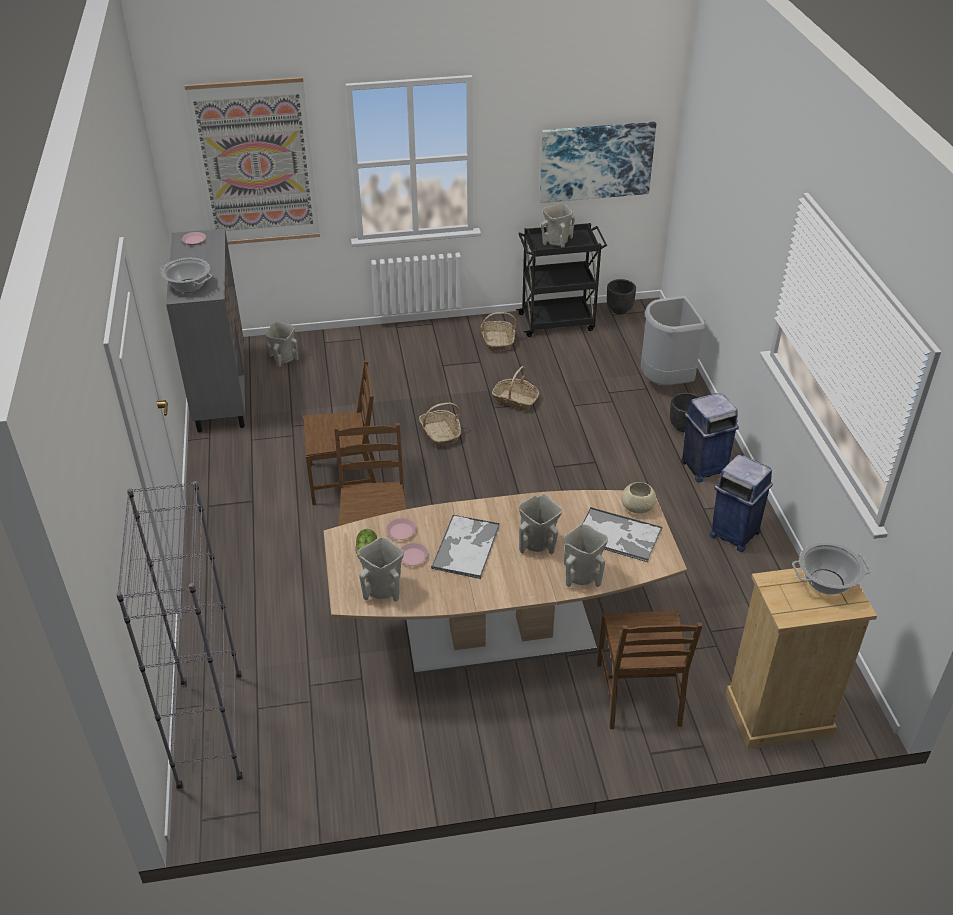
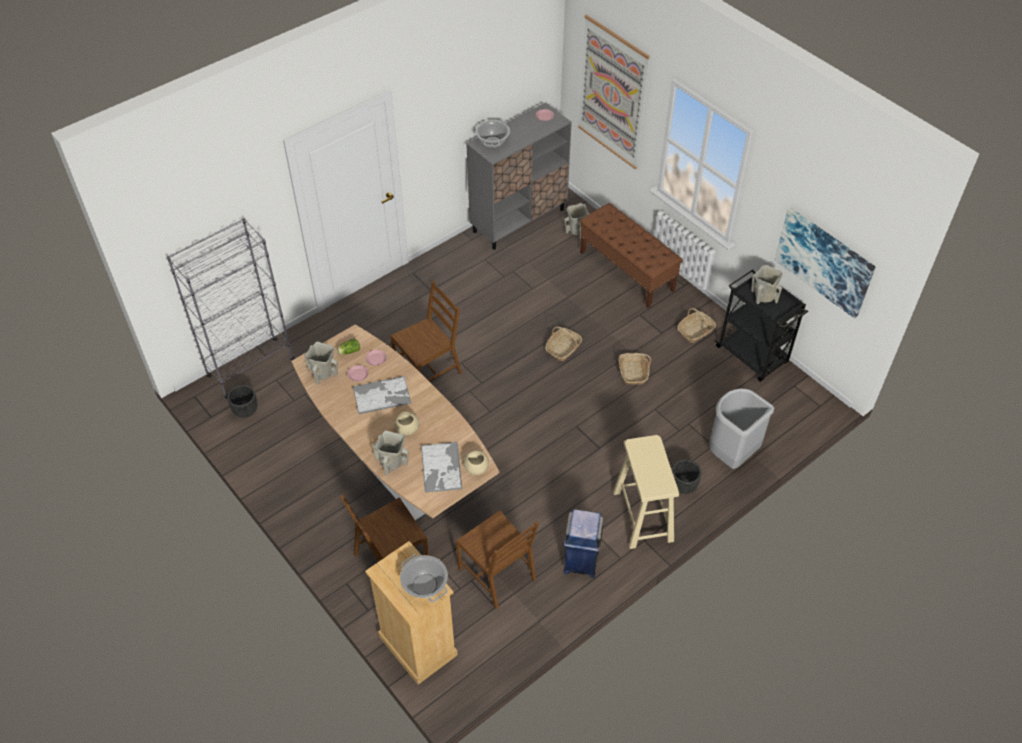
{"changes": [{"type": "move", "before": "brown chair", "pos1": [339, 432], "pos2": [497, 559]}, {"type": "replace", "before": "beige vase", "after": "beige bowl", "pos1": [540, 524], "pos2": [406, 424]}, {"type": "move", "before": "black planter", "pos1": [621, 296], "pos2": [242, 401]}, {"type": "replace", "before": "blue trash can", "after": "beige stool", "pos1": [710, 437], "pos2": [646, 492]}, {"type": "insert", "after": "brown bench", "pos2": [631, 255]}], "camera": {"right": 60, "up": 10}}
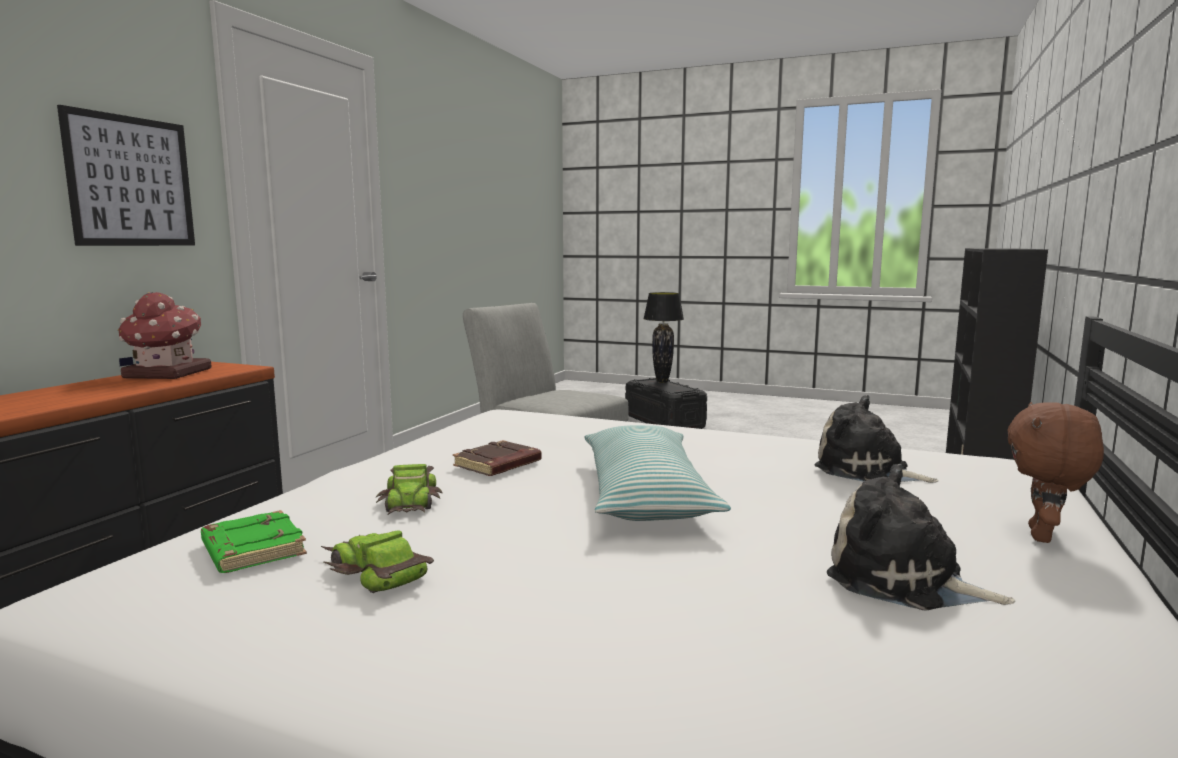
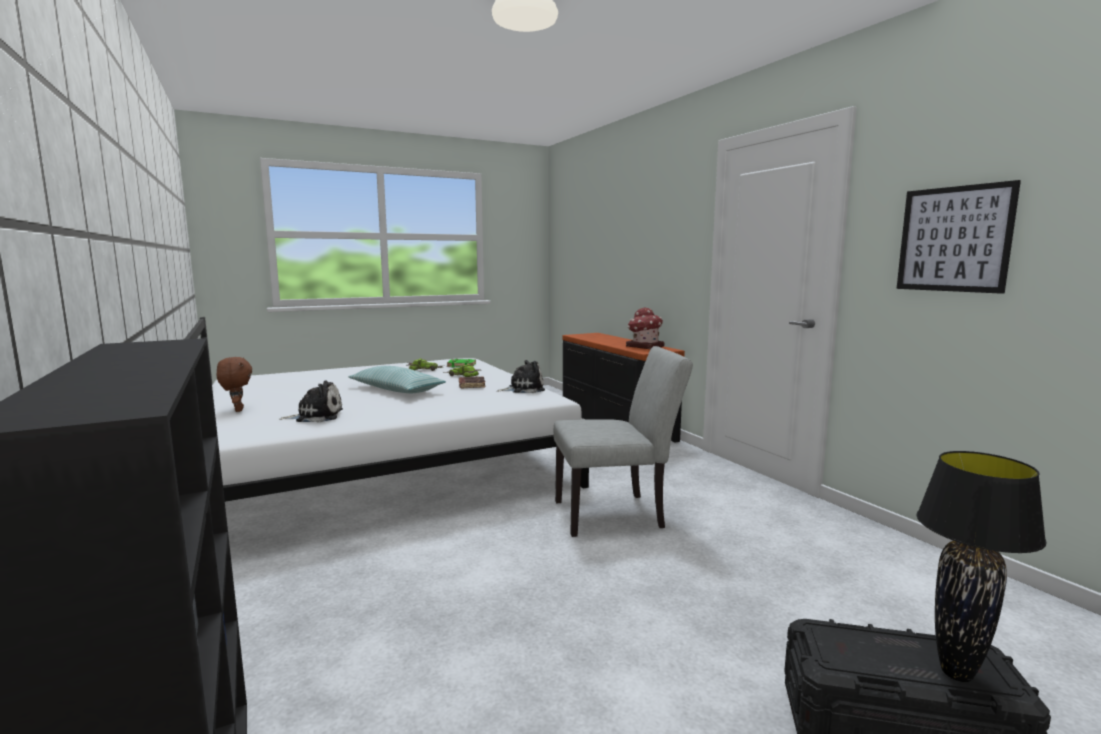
{"changes": [{"type": "move", "before": "picture", "pos1": [126, 175], "pos2": [958, 237]}, {"type": "move", "before": "plush toy", "pos1": [921, 537], "pos2": [521, 376]}], "camera": {"right": 130, "up": 0}}
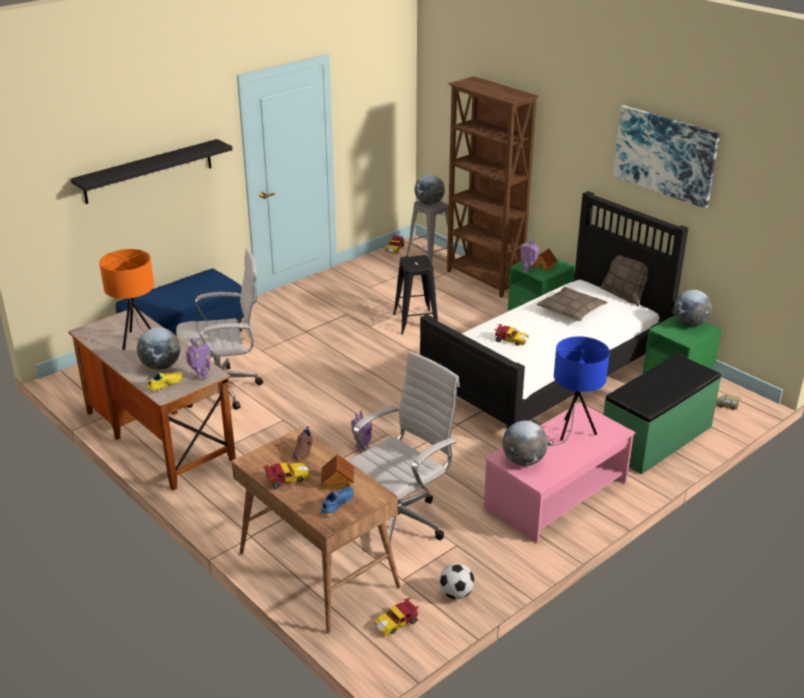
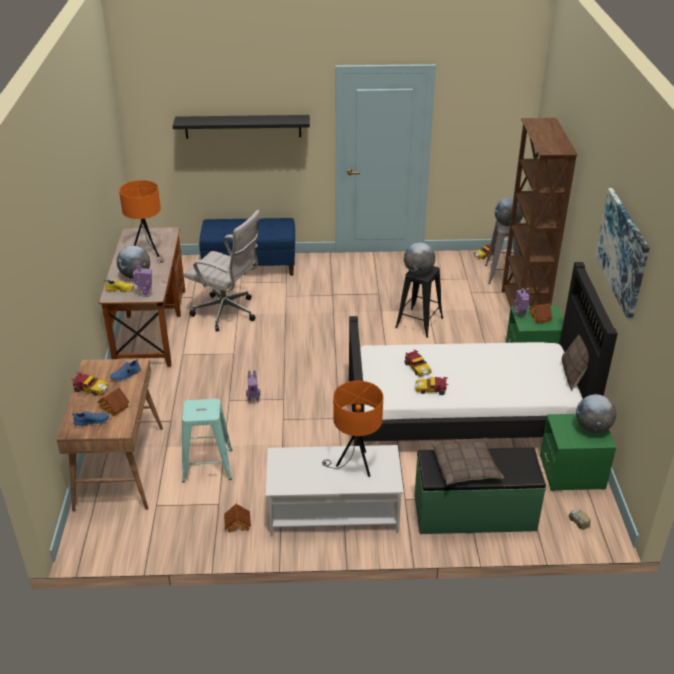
{"changes": [{"type": "recolor", "before": "brown shoe", "after": "blue shoe", "pos1": [303, 443], "pos2": [125, 370]}, {"type": "replace", "before": "white office chair", "after": "turquoise stool", "pos1": [403, 446], "pos2": [207, 441]}, {"type": "move", "before": "toy car", "pos1": [395, 617], "pos2": [432, 386]}, {"type": "delete", "before": "football", "pos1": [456, 581]}, {"type": "recolor", "before": "pink coffee table", "after": "white coffee table", "pos1": [559, 473], "pos2": [335, 490]}, {"type": "move", "before": "globe", "pos1": [525, 443], "pos2": [419, 258]}, {"type": "move", "before": "pillow", "pos1": [572, 304], "pos2": [467, 461]}, {"type": "recolor", "before": "blue table lamp", "after": "orange table lamp", "pos1": [579, 391], "pos2": [352, 429]}, {"type": "insert", "after": "toy house", "pos2": [237, 518]}], "camera": {"right": 40, "up": 5}}
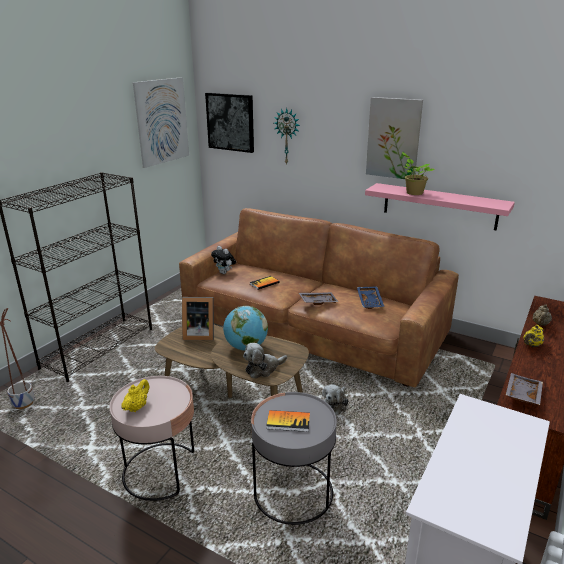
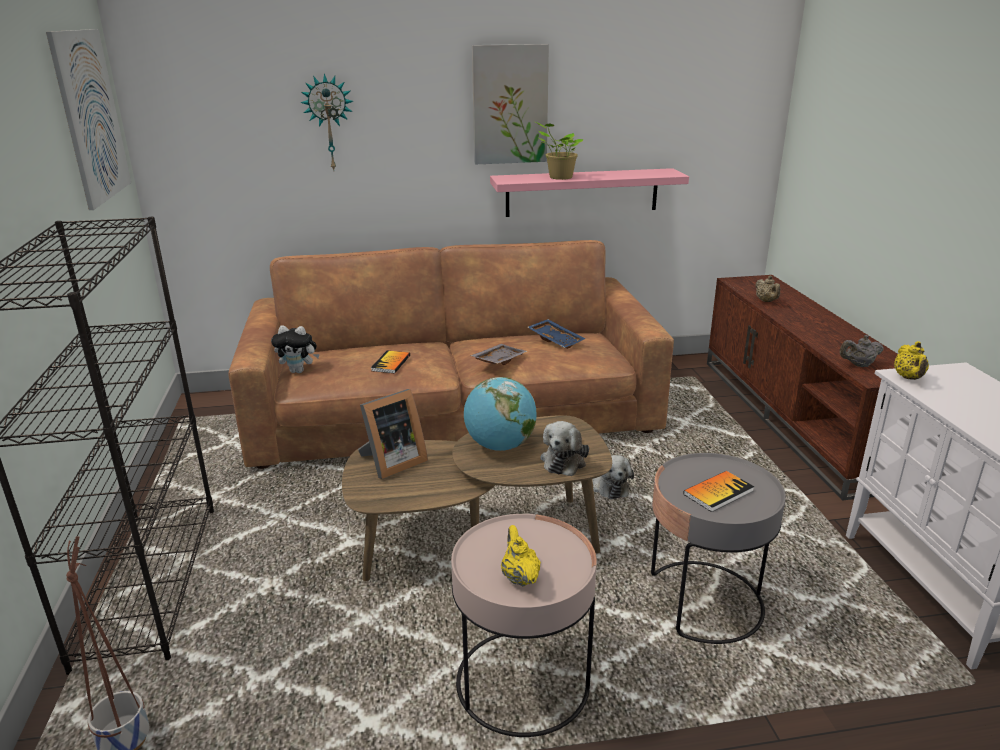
{"changes": [{"type": "delete", "before": "picture", "pos1": [229, 123]}, {"type": "replace", "before": "grey tray", "after": "grey teapot", "pos1": [524, 389], "pos2": [862, 351]}, {"type": "move", "before": "yellow teapot", "pos1": [533, 336], "pos2": [911, 360]}], "camera": {"right": -40, "up": 0}}
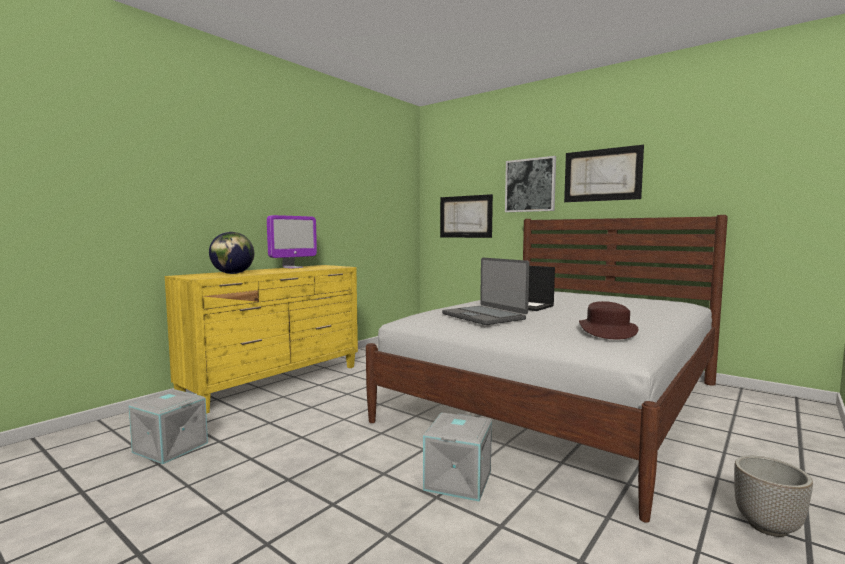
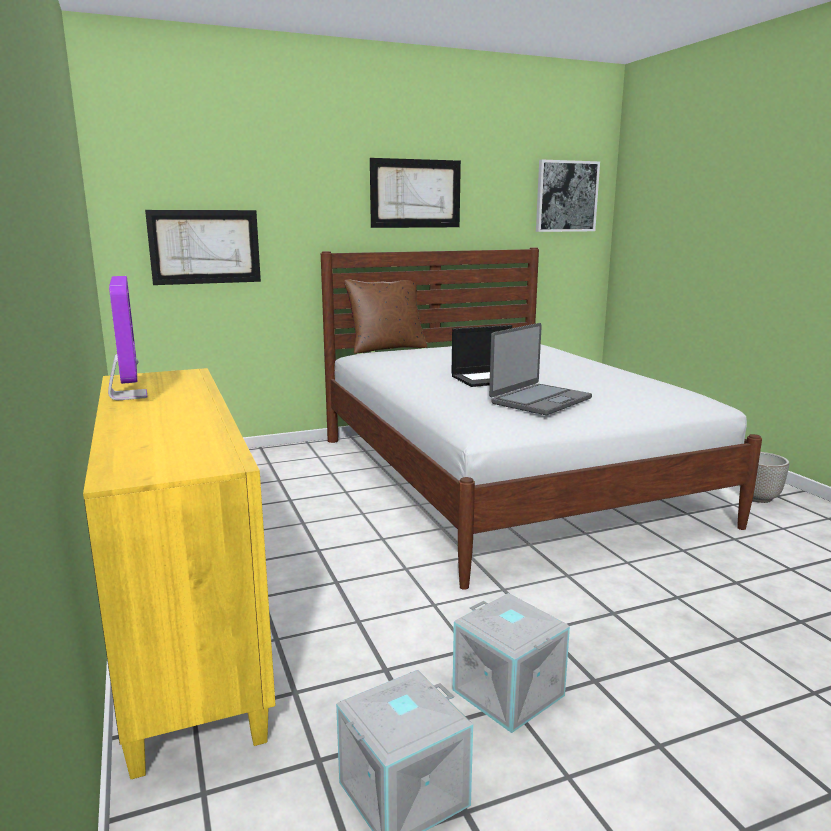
{"changes": [{"type": "delete", "before": "globe", "pos1": [231, 253]}, {"type": "move", "before": "grey storage box", "pos1": [457, 457], "pos2": [511, 663]}, {"type": "rotate", "before": "laptop", "pos1": [485, 291], "pos2": [540, 369], "turn": -45}, {"type": "move", "before": "picture", "pos1": [530, 184], "pos2": [568, 196]}, {"type": "delete", "before": "brown hat", "pos1": [609, 320]}, {"type": "insert", "after": "brown pillow", "pos2": [386, 316]}], "camera": {"right": -60, "up": 10}}
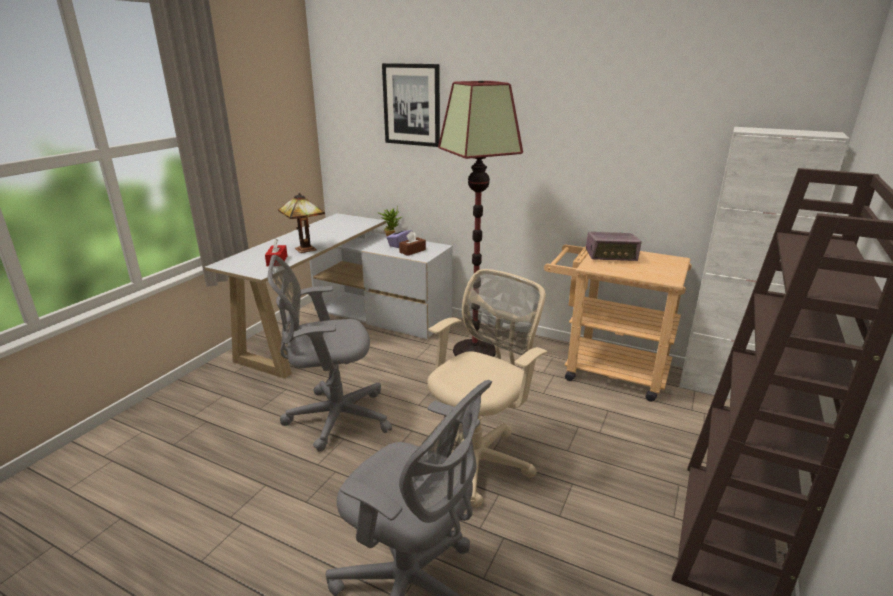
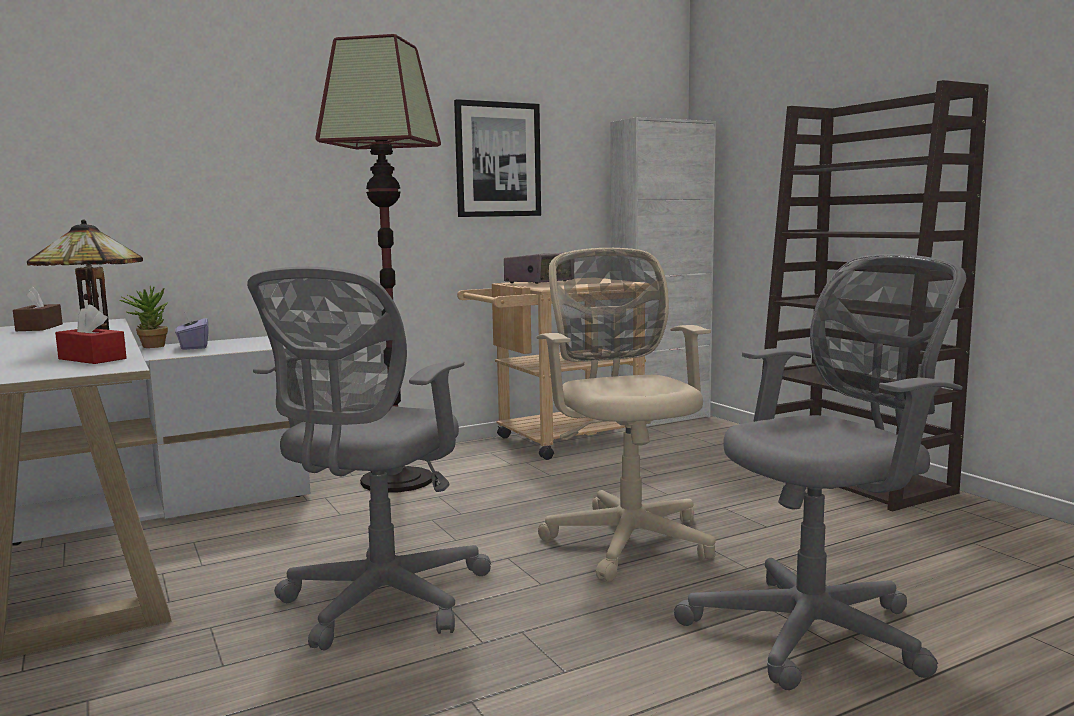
{"changes": [{"type": "move", "before": "picture", "pos1": [411, 105], "pos2": [497, 158]}, {"type": "move", "before": "brown tissue box", "pos1": [412, 243], "pos2": [38, 309]}], "camera": {"right": -55, "up": -15}}
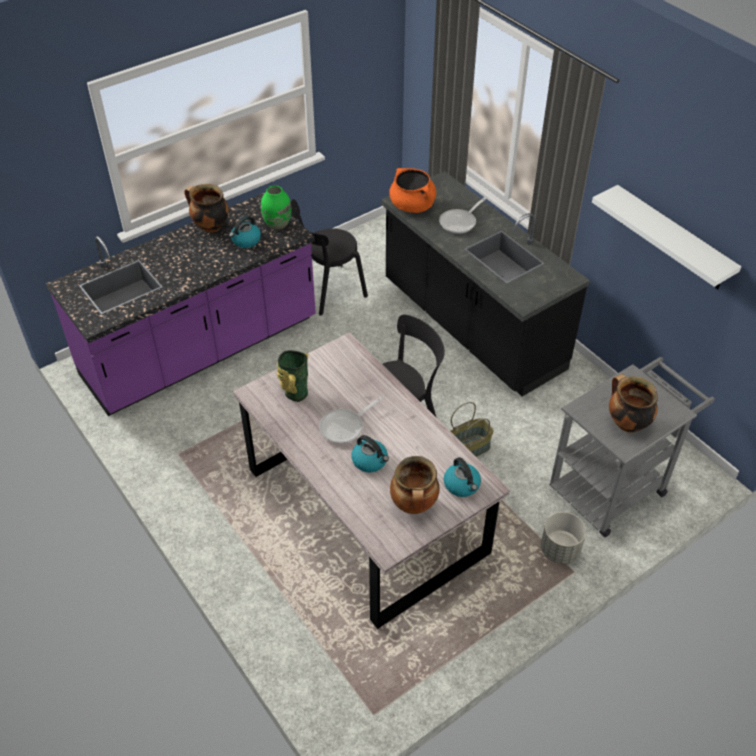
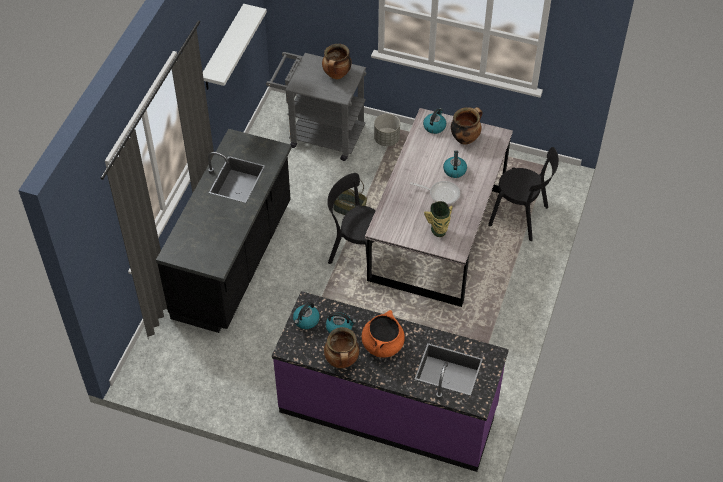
{"changes": [{"type": "replace", "before": "green vase", "after": "kettle", "pos1": [276, 207], "pos2": [306, 315]}, {"type": "move", "before": "black chair", "pos1": [329, 257], "pos2": [523, 194]}, {"type": "move", "before": "orange cooking pot", "pos1": [412, 190], "pos2": [383, 334]}, {"type": "delete", "before": "frying pan", "pos1": [462, 215]}], "camera": {"right": -125, "up": 5}}
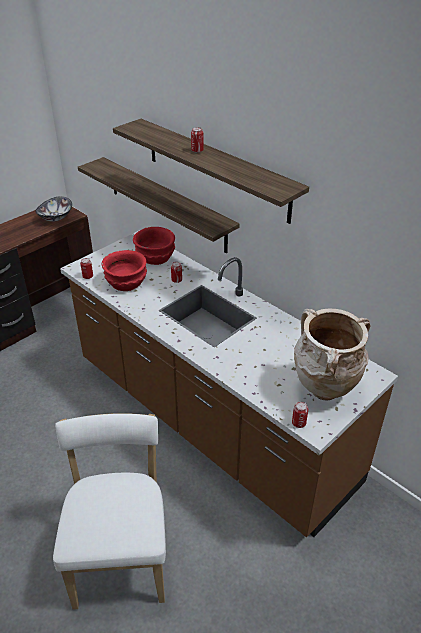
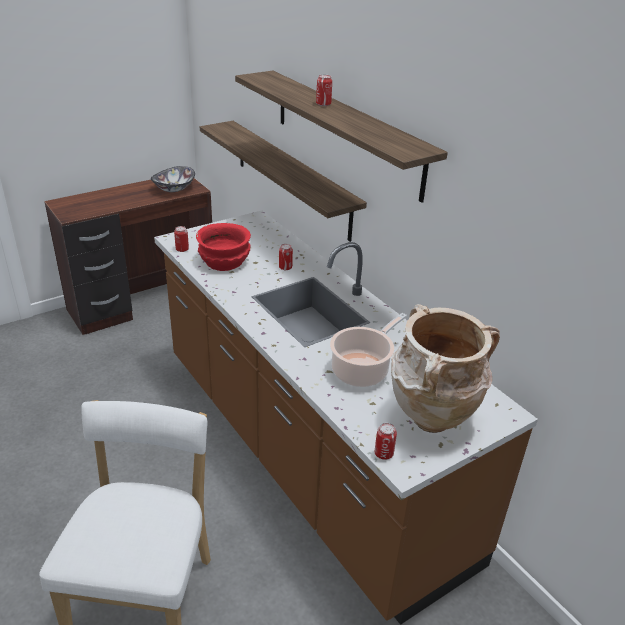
{"changes": [{"type": "delete", "before": "red bowl", "pos1": [154, 246]}, {"type": "insert", "after": "cooking pot", "pos2": [368, 350]}], "camera": {"right": 10, "up": -5}}
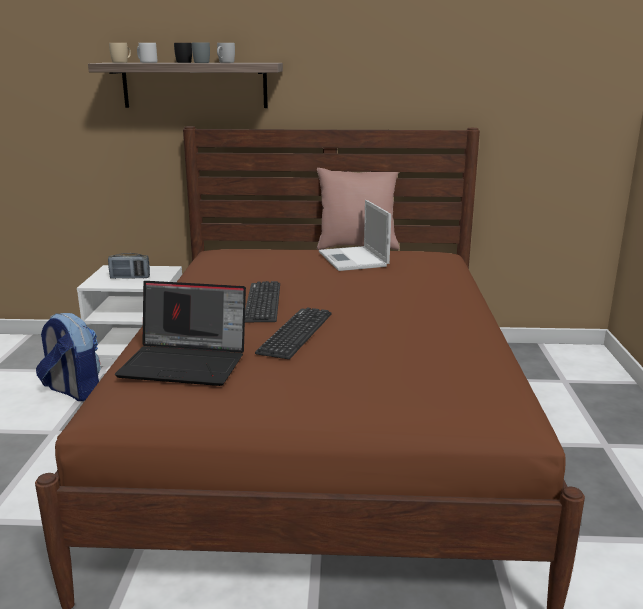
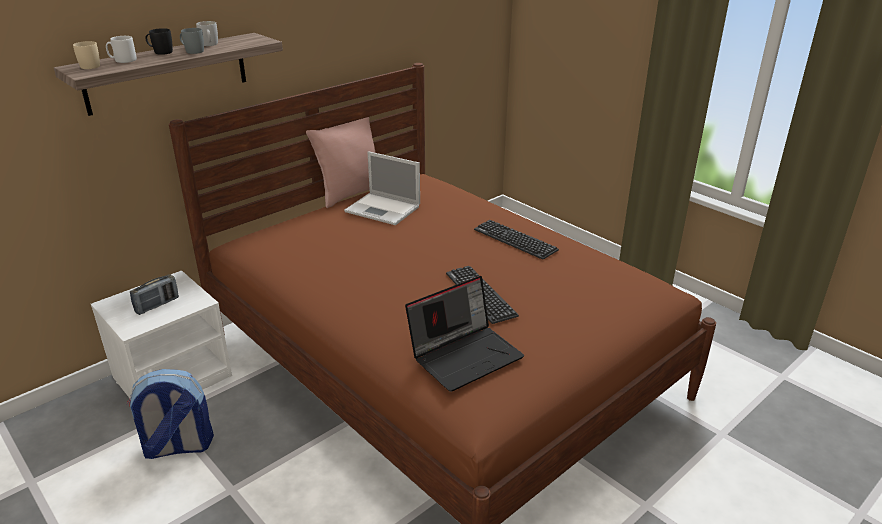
{"changes": [{"type": "move", "before": "keyboard", "pos1": [262, 301], "pos2": [516, 240]}], "camera": {"right": -45, "up": 10}}
